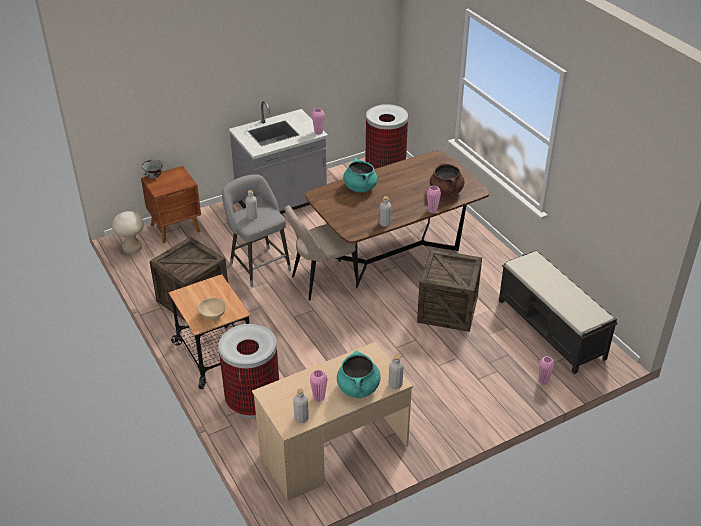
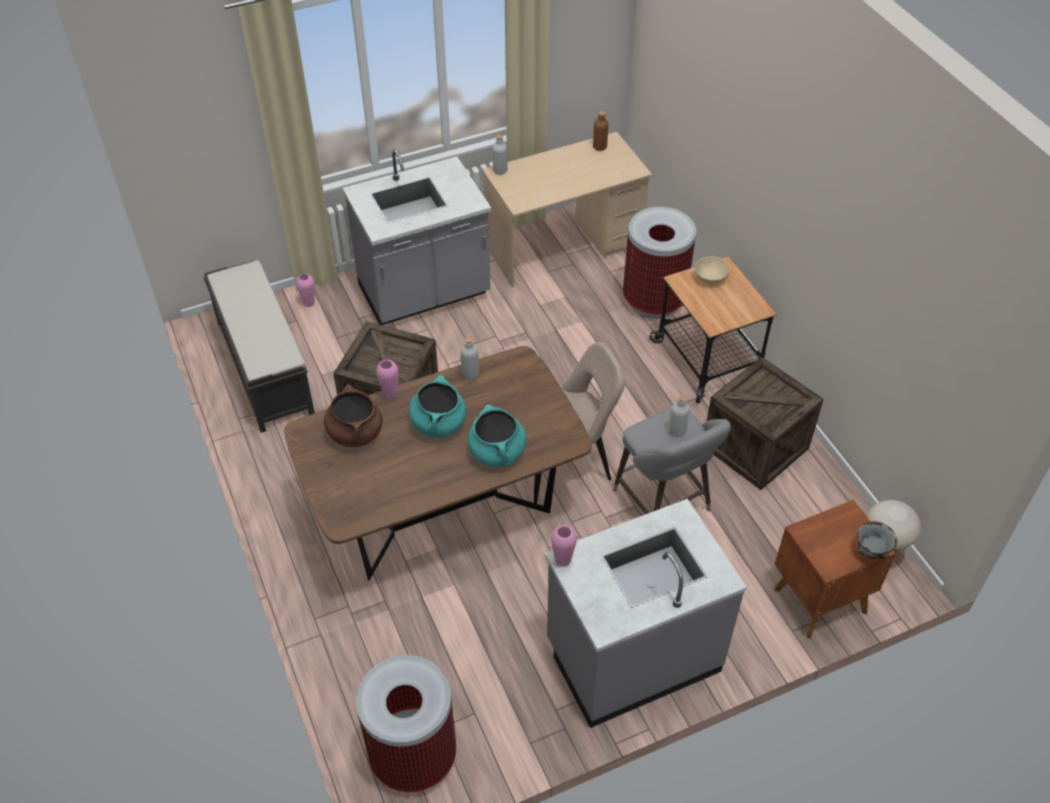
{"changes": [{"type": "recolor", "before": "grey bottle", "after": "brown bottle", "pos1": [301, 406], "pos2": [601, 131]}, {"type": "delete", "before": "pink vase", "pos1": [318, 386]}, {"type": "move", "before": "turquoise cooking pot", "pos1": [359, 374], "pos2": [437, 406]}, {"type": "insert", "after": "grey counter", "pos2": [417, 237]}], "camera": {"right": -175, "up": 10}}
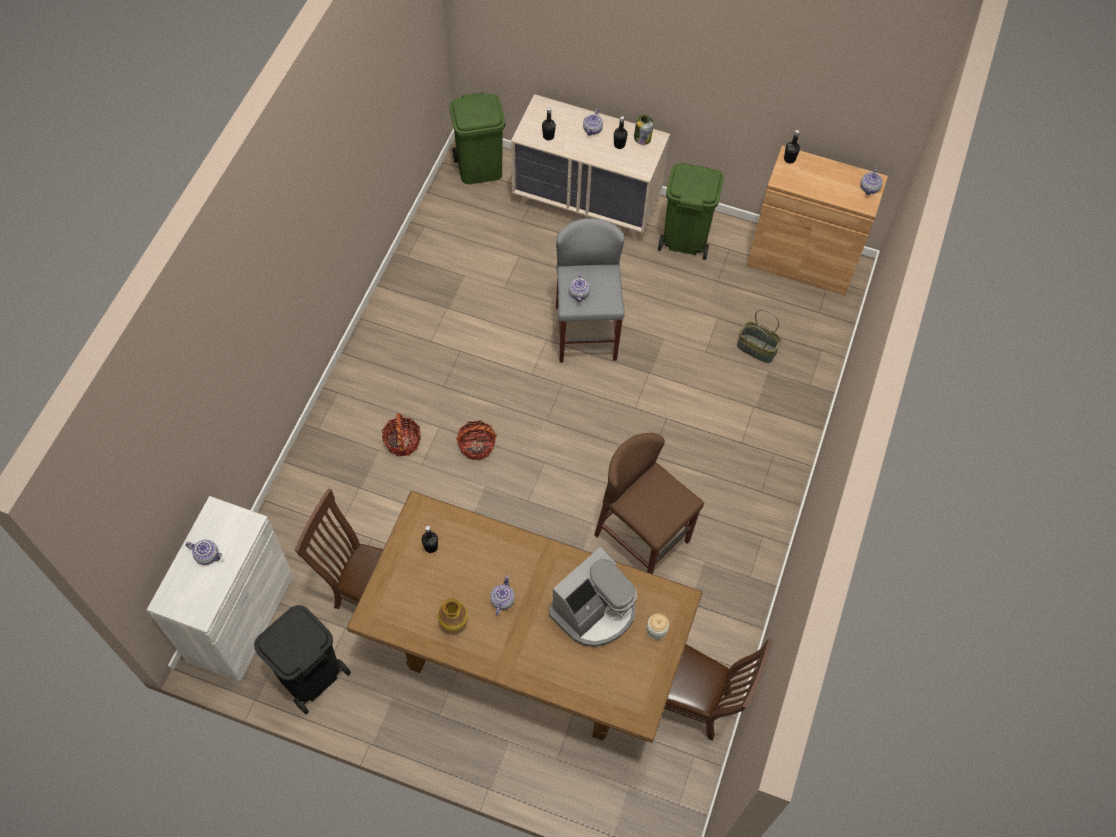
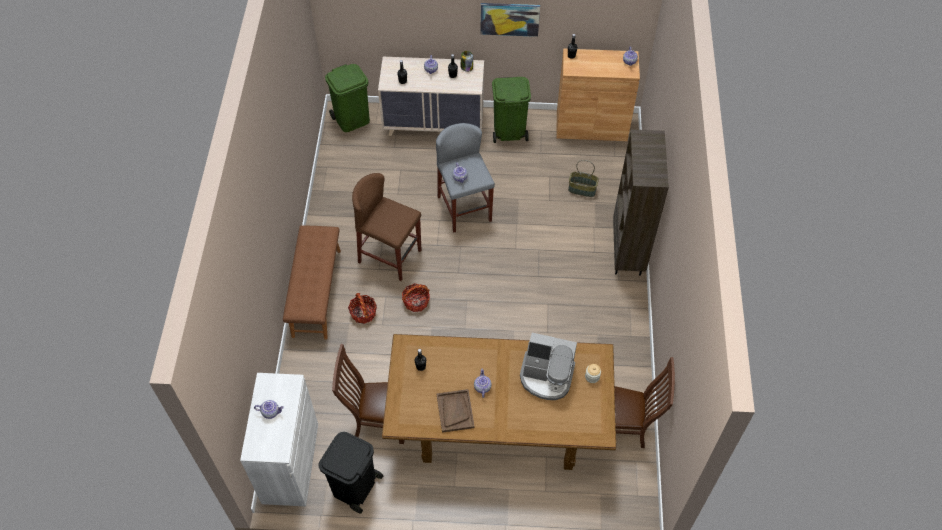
{"changes": [{"type": "replace", "before": "vase", "after": "brown tray", "pos1": [453, 614], "pos2": [456, 411]}, {"type": "rotate", "before": "coffee machine", "pos1": [593, 597], "pos2": [548, 366], "turn": 75}, {"type": "move", "before": "brown stool", "pos1": [649, 503], "pos2": [386, 227]}, {"type": "insert", "after": "brown bench", "pos2": [312, 282]}, {"type": "insert", "after": "picture", "pos2": [510, 20]}, {"type": "insert", "after": "brown bookcase", "pos2": [641, 203]}], "camera": {"right": -15, "up": -5}}
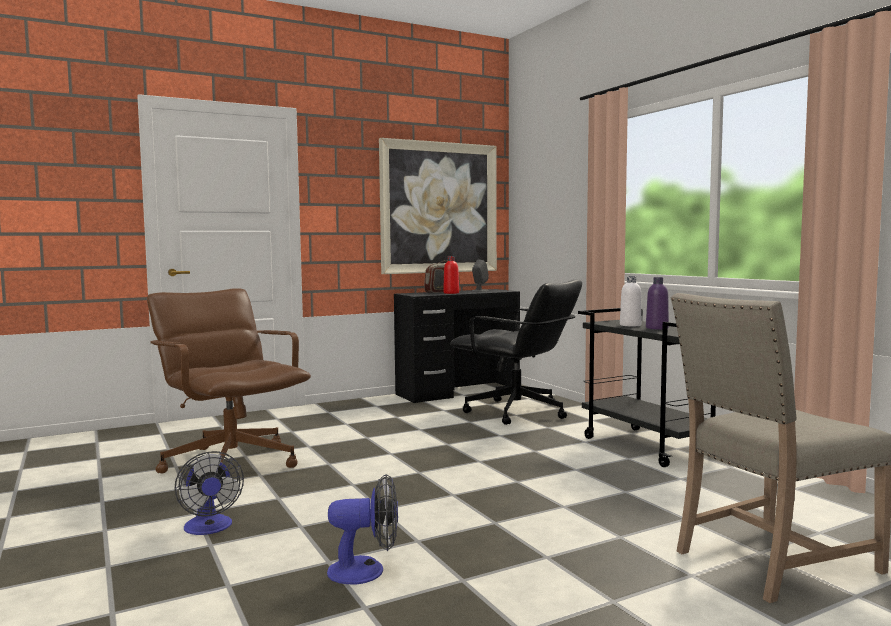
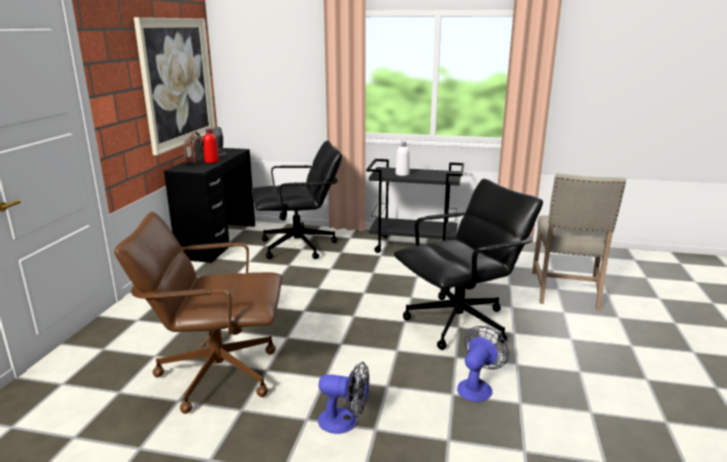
{"changes": [{"type": "delete", "before": "purple bottle", "pos1": [657, 303]}, {"type": "insert", "after": "black office chair", "pos2": [468, 264]}], "camera": {"right": -50, "up": 15}}
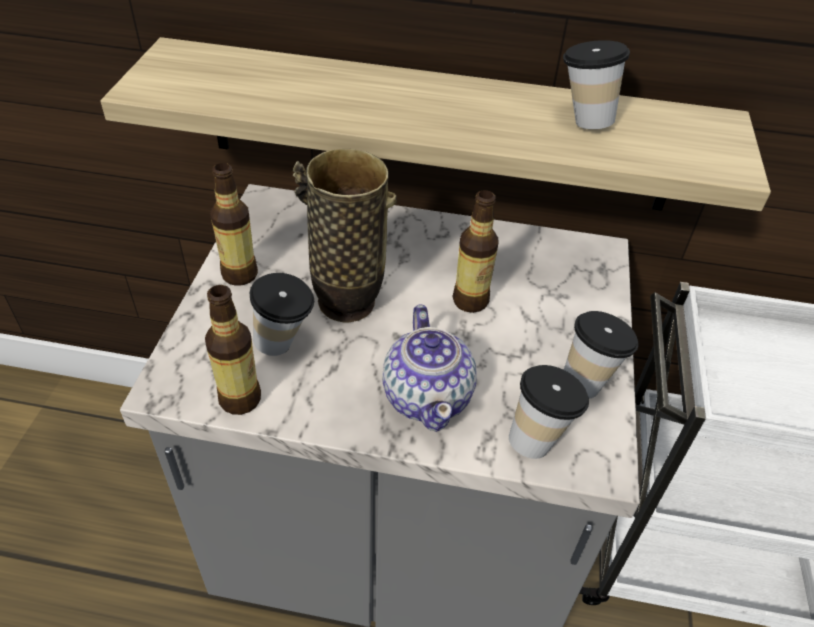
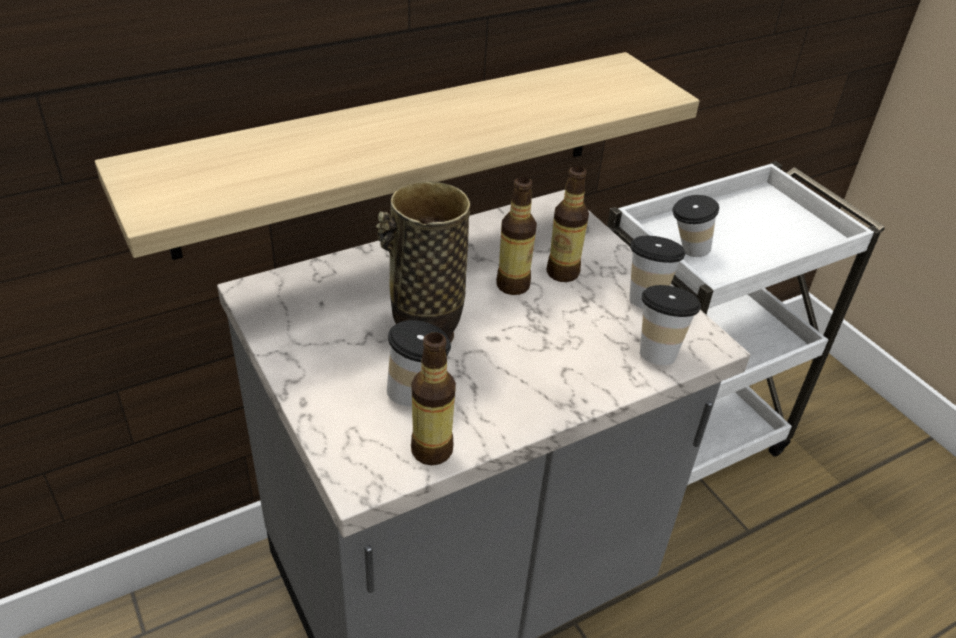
{"changes": [{"type": "move", "before": "bottle", "pos1": [234, 224], "pos2": [568, 224]}, {"type": "delete", "before": "teapot", "pos1": [429, 368]}, {"type": "move", "before": "cup", "pos1": [596, 84], "pos2": [695, 226]}], "camera": {"right": -40, "up": -5}}
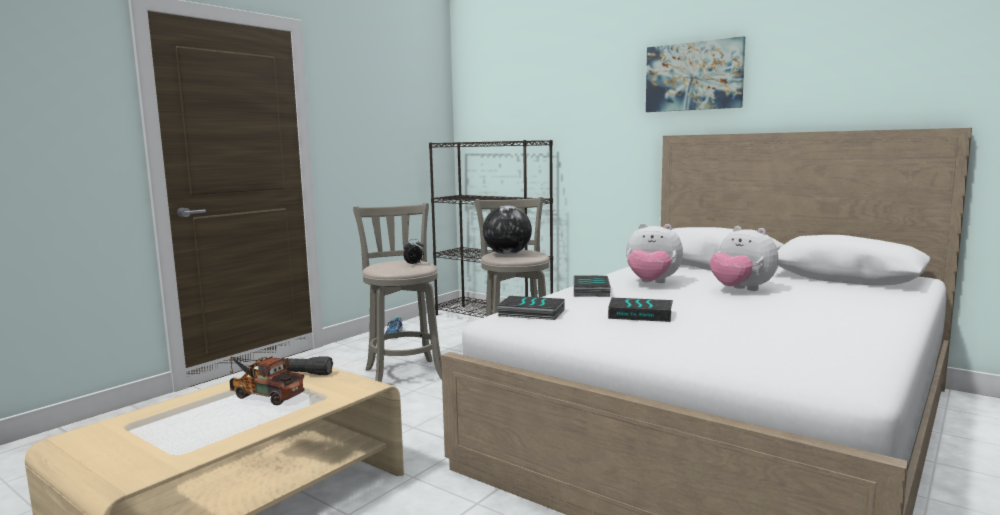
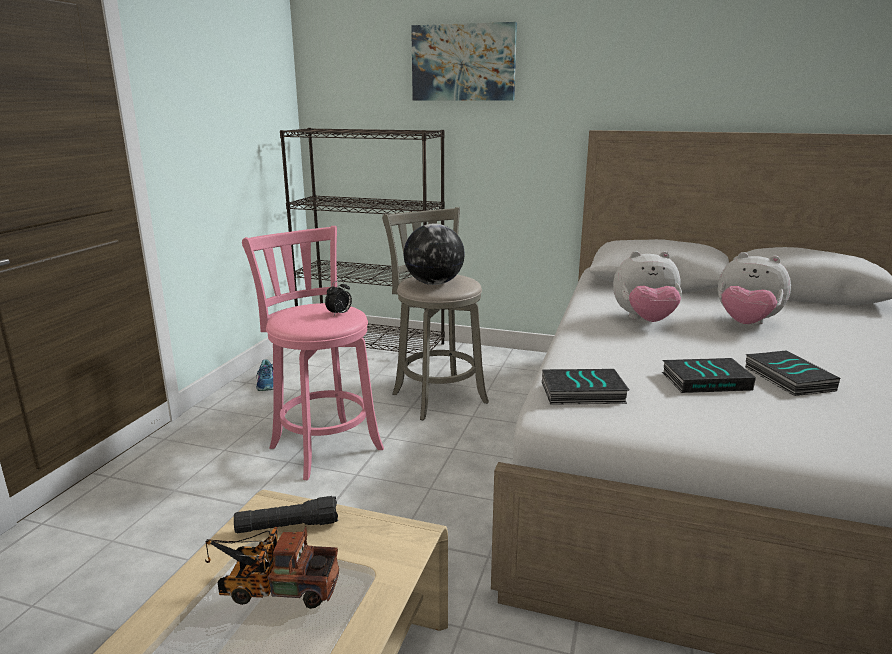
{"changes": [{"type": "recolor", "before": "grey stool", "after": "pink stool", "pos1": [397, 292], "pos2": [313, 353]}, {"type": "move", "before": "book", "pos1": [592, 286], "pos2": [792, 373]}, {"type": "move", "before": "picture", "pos1": [695, 74], "pos2": [464, 61]}], "camera": {"right": -20, "up": 10}}
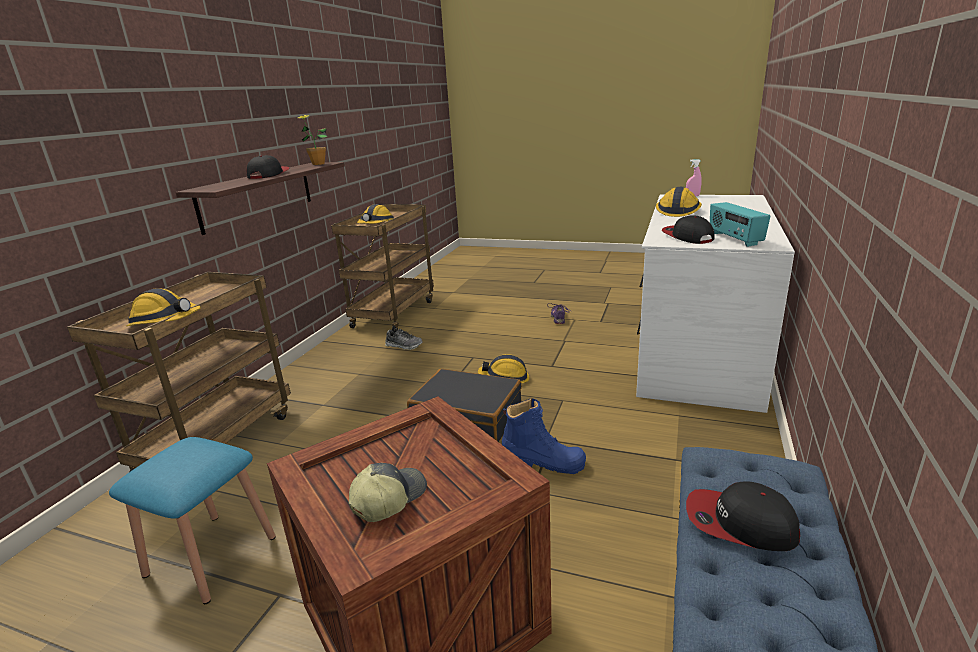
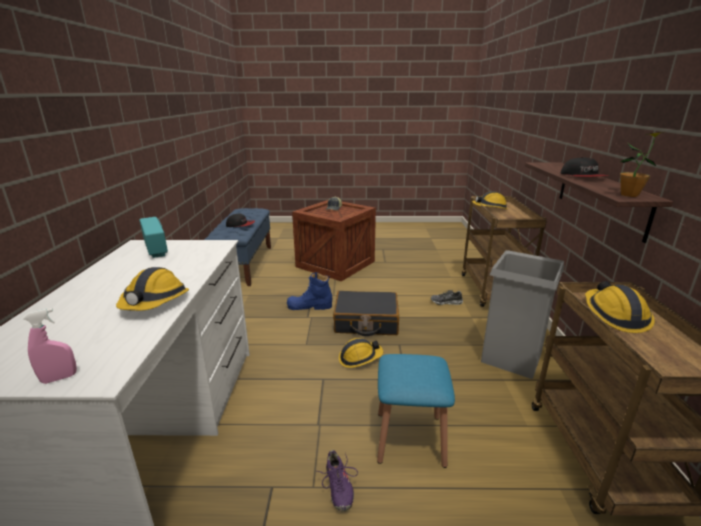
{"changes": [{"type": "move", "before": "blue stool", "pos1": [192, 520], "pos2": [416, 411]}, {"type": "move", "before": "shoe", "pos1": [404, 339], "pos2": [447, 297]}, {"type": "delete", "before": "cap", "pos1": [688, 229]}, {"type": "insert", "after": "grey trash can", "pos2": [522, 314]}], "camera": {"right": 160, "up": 0}}
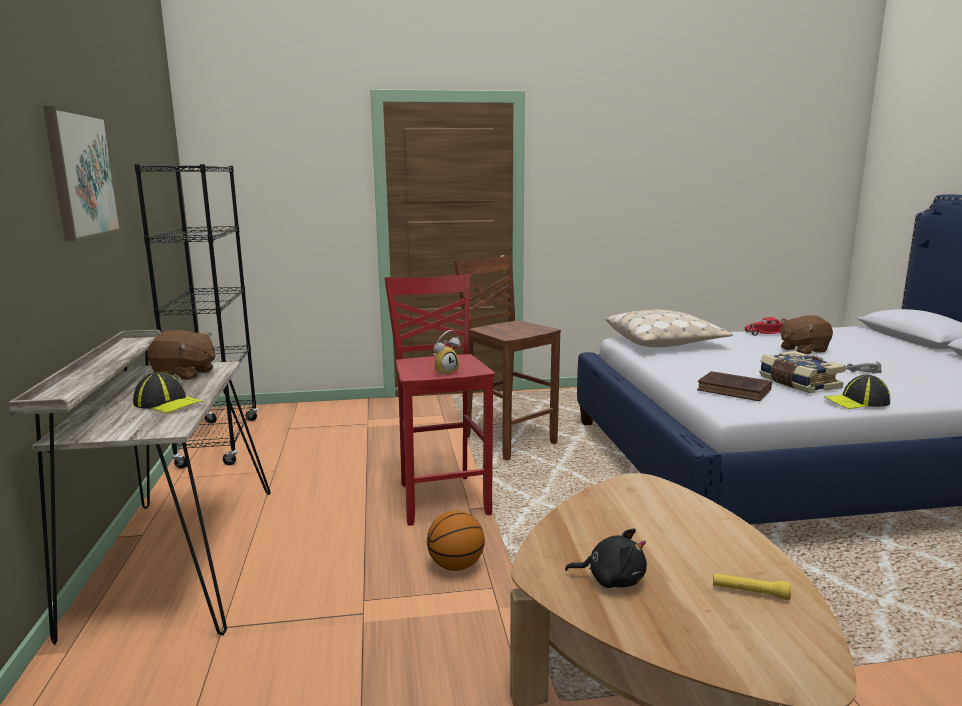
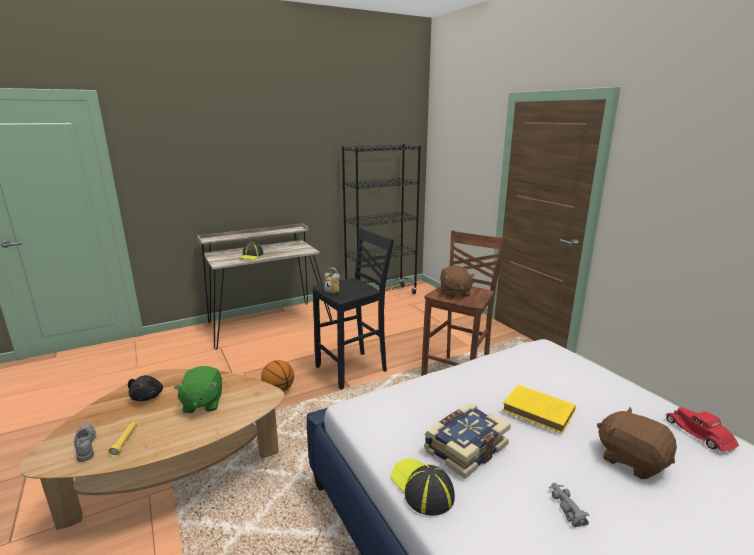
{"changes": [{"type": "delete", "before": "picture", "pos1": [82, 173]}, {"type": "move", "before": "brown plush toy", "pos1": [181, 355], "pos2": [457, 281]}, {"type": "recolor", "before": "red stool", "after": "black stool", "pos1": [440, 399], "pos2": [353, 309]}, {"type": "delete", "before": "beige pillow", "pos1": [669, 328]}, {"type": "delete", "before": "brown book", "pos1": [734, 386]}, {"type": "insert", "after": "grey shoe", "pos2": [85, 442]}, {"type": "insert", "after": "green plush toy", "pos2": [198, 389]}, {"type": "insert", "after": "yellow book", "pos2": [539, 409]}], "camera": {"right": 70, "up": 5}}
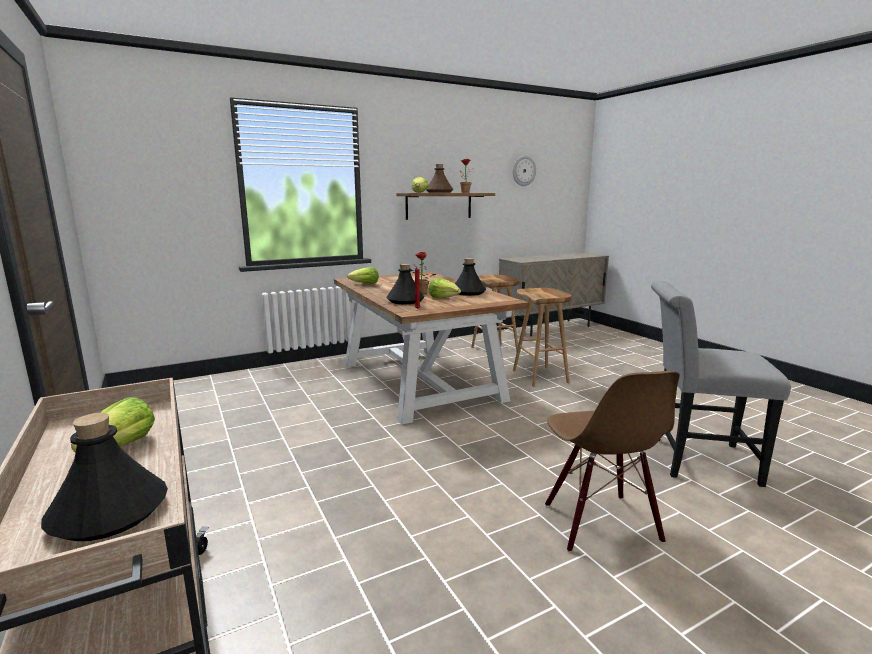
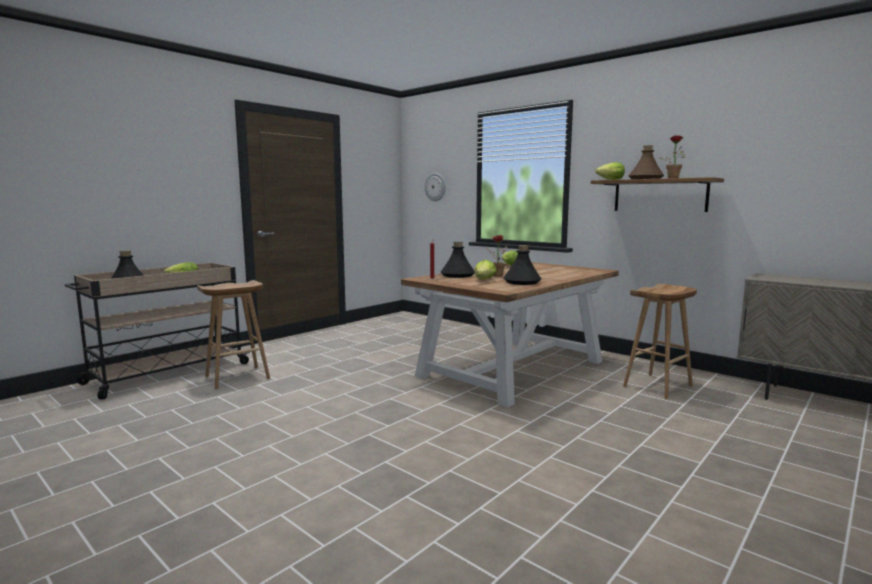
{"changes": [{"type": "move", "before": "wall clock", "pos1": [524, 171], "pos2": [435, 187]}, {"type": "move", "before": "brown stool", "pos1": [542, 337], "pos2": [233, 334]}, {"type": "delete", "before": "brown chair", "pos1": [612, 461]}, {"type": "delete", "before": "grey chair", "pos1": [721, 384]}], "camera": {"right": 70, "up": -5}}
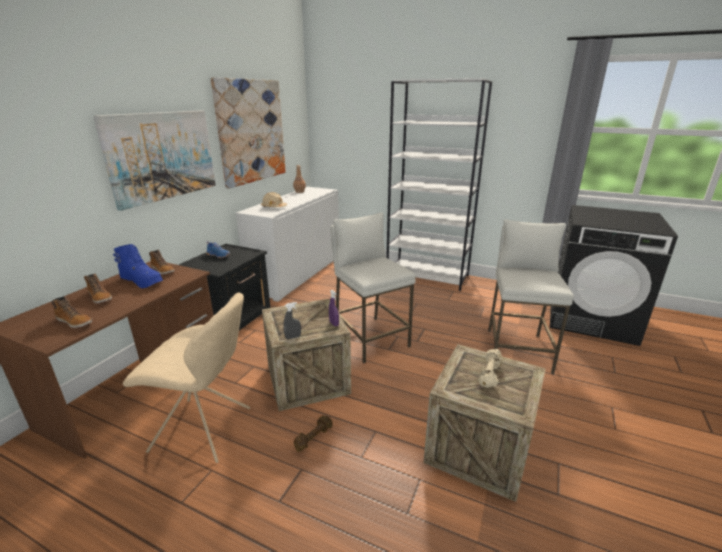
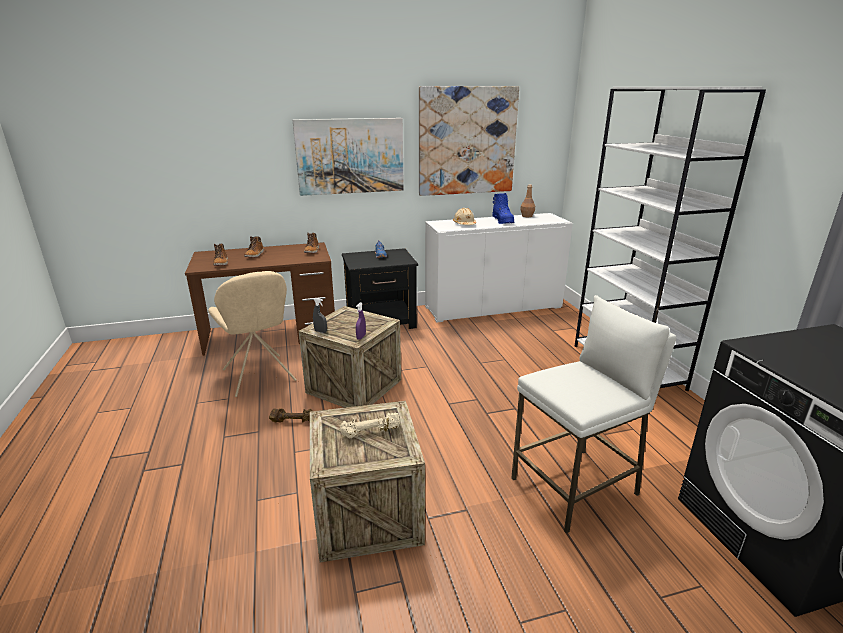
{"changes": [{"type": "move", "before": "blue boot", "pos1": [138, 266], "pos2": [503, 208]}, {"type": "delete", "before": "white stool", "pos1": [373, 287]}], "camera": {"right": 50, "up": 0}}
